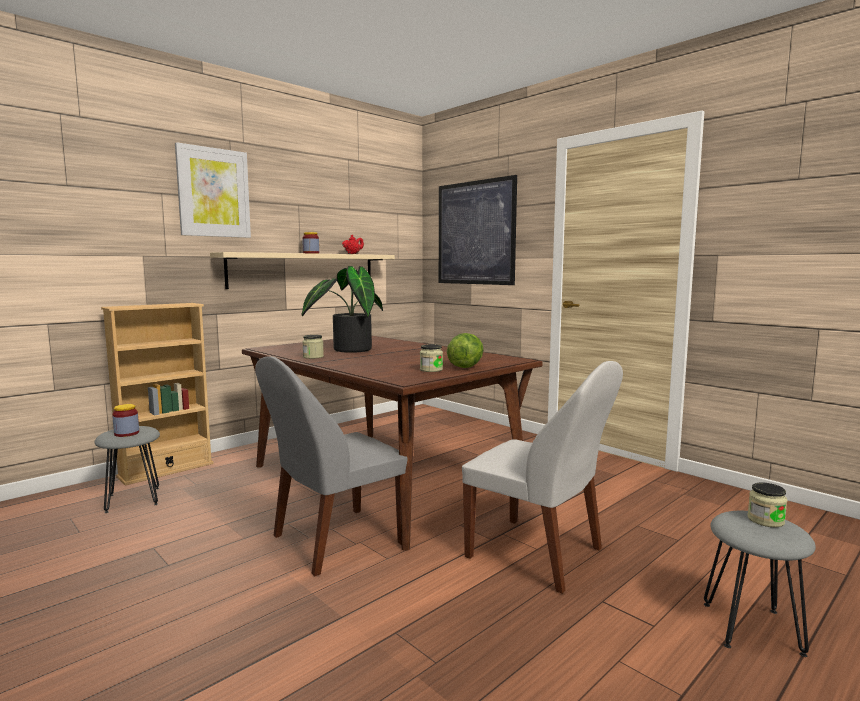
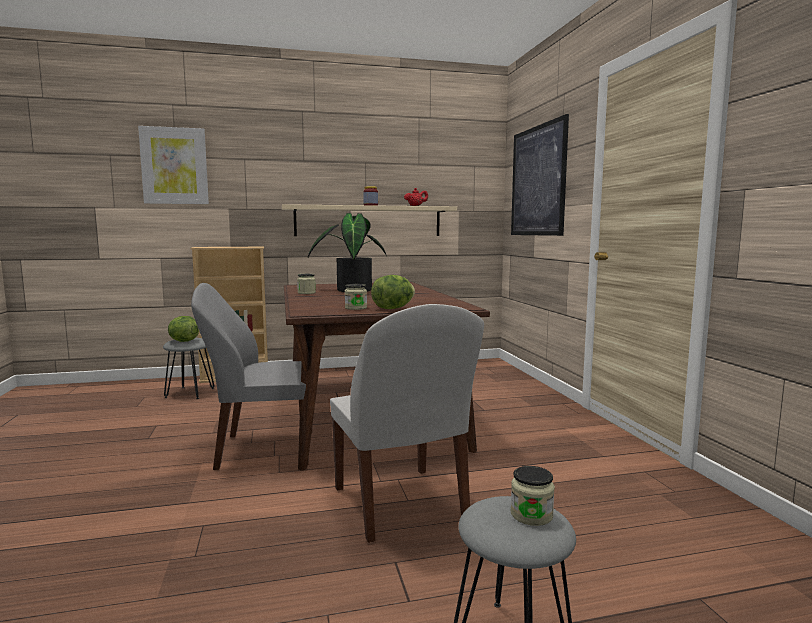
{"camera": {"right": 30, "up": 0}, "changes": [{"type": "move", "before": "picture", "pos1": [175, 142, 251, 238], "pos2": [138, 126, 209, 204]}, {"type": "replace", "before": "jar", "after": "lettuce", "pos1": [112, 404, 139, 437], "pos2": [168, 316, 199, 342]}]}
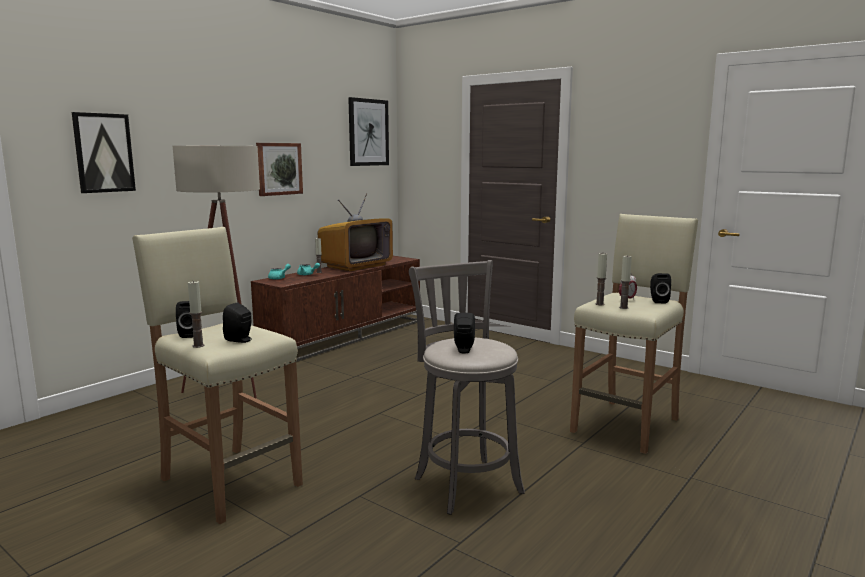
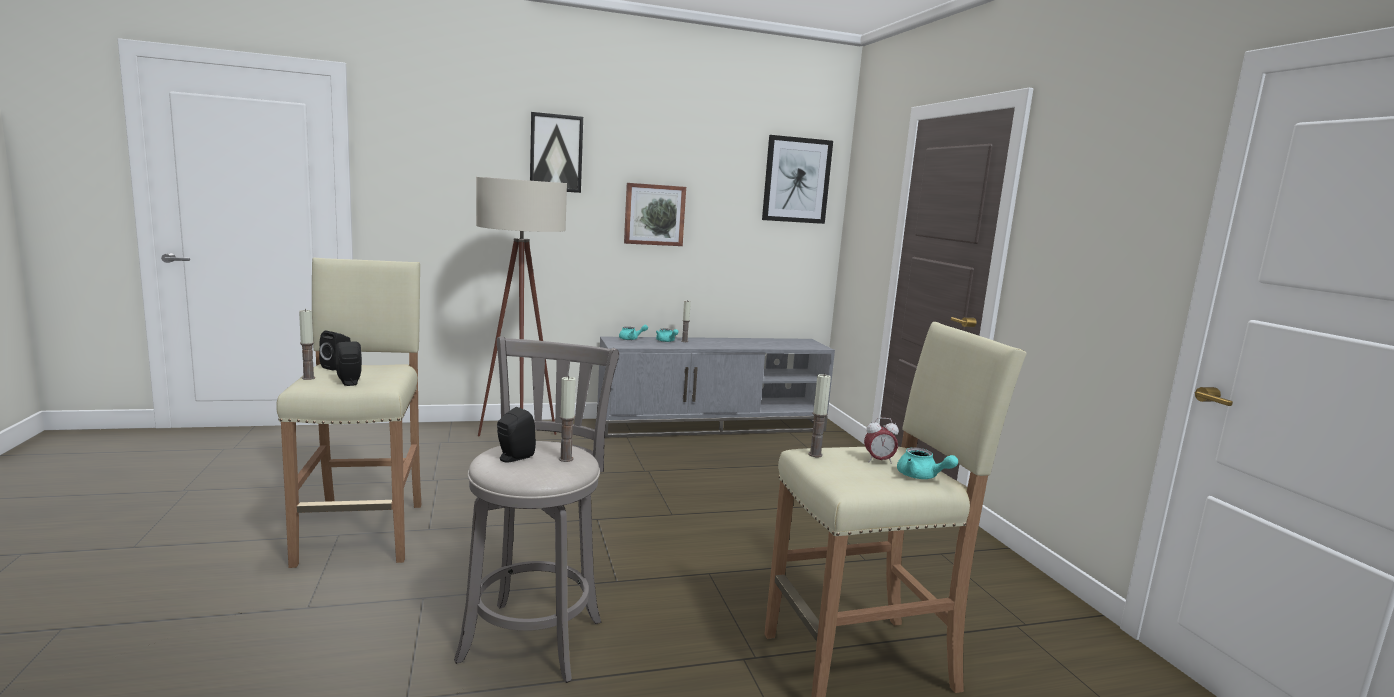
{"camera": {"right": 35, "up": 0}, "changes": [{"type": "move", "before": "picture", "pos1": [72, 112, 136, 193], "pos2": [530, 112, 583, 193]}, {"type": "delete", "before": "television", "pos1": [318, 193, 393, 271]}, {"type": "move", "before": "candle", "pos1": [619, 255, 632, 309], "pos2": [559, 376, 576, 462]}, {"type": "recolor", "before": "brown tv stand", "after": "grey tv stand", "pos1": [251, 256, 420, 361], "pos2": [597, 336, 835, 438]}, {"type": "replace", "before": "black speaker", "after": "turquoise teapot", "pos1": [650, 273, 671, 303], "pos2": [897, 448, 958, 479]}]}
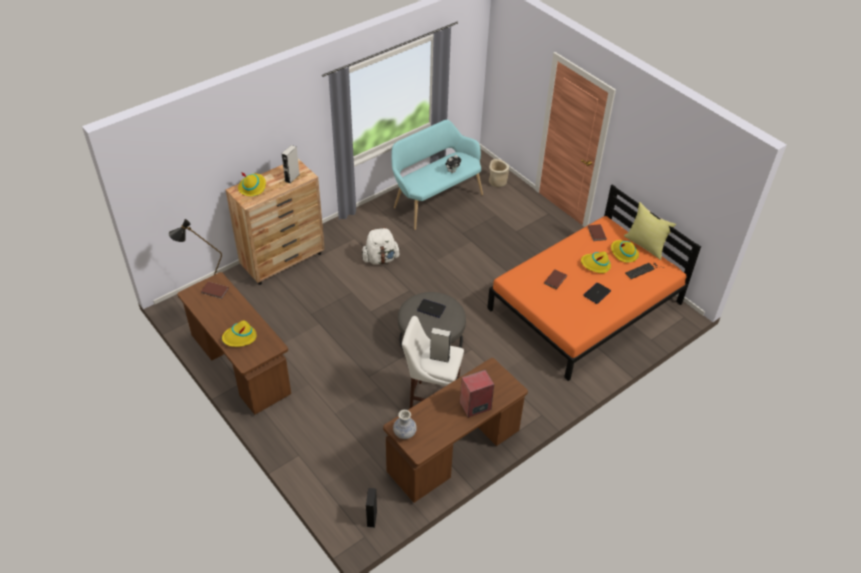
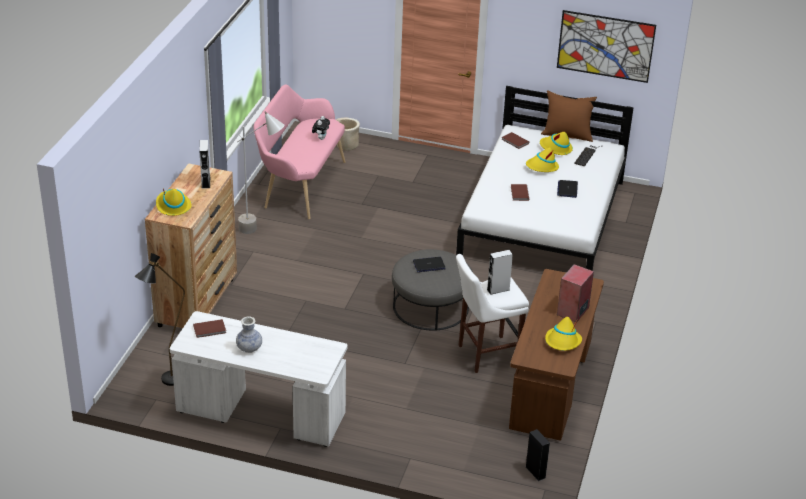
{"camera": {"right": -35, "up": -10}, "changes": [{"type": "recolor", "before": "turquoise bench", "after": "pink bench", "pos1": [391, 120, 483, 230], "pos2": [254, 85, 345, 219]}, {"type": "recolor", "before": "orange bed", "after": "white bed", "pos1": [487, 184, 701, 381], "pos2": [456, 86, 634, 271]}, {"type": "recolor", "before": "yellow pillow", "after": "brown pillow", "pos1": [624, 202, 676, 260], "pos2": [541, 90, 597, 142]}, {"type": "delete", "before": "white backpack", "pos1": [362, 227, 400, 265]}, {"type": "recolor", "before": "brown desk", "after": "white desk", "pos1": [177, 272, 291, 415], "pos2": [170, 311, 347, 447]}, {"type": "move", "before": "yellow hat", "pos1": [222, 320, 257, 347], "pos2": [545, 317, 582, 351]}, {"type": "move", "before": "vase", "pos1": [393, 410, 417, 439], "pos2": [236, 316, 262, 353]}, {"type": "insert", "after": "picture", "pos2": [557, 10, 656, 83]}, {"type": "insert", "after": "grey floor lamp", "pos2": [237, 112, 284, 234]}]}
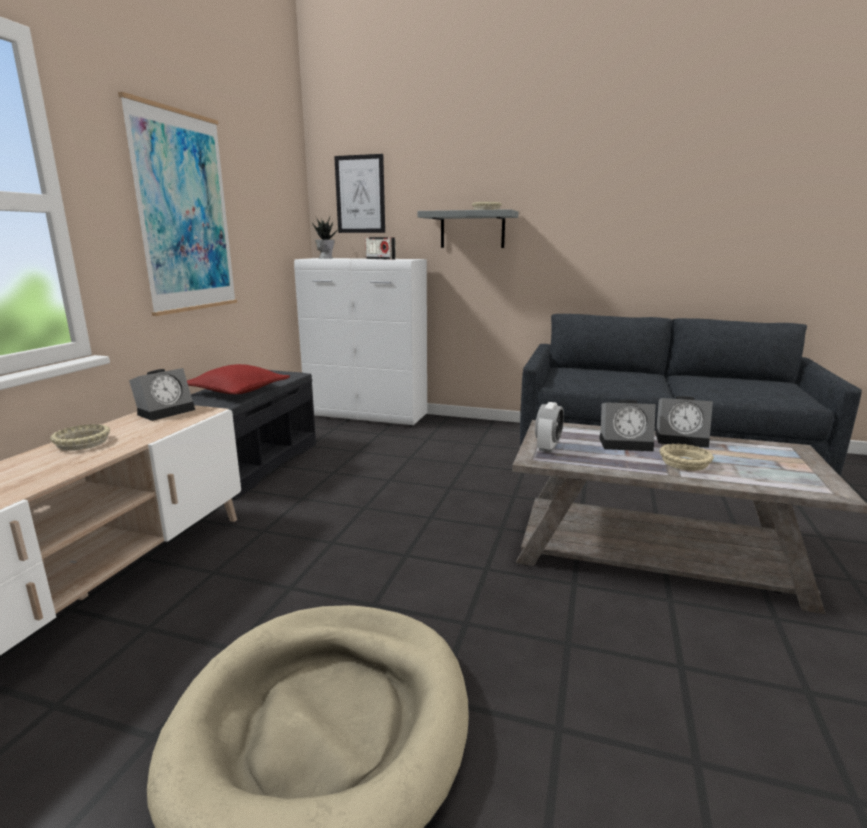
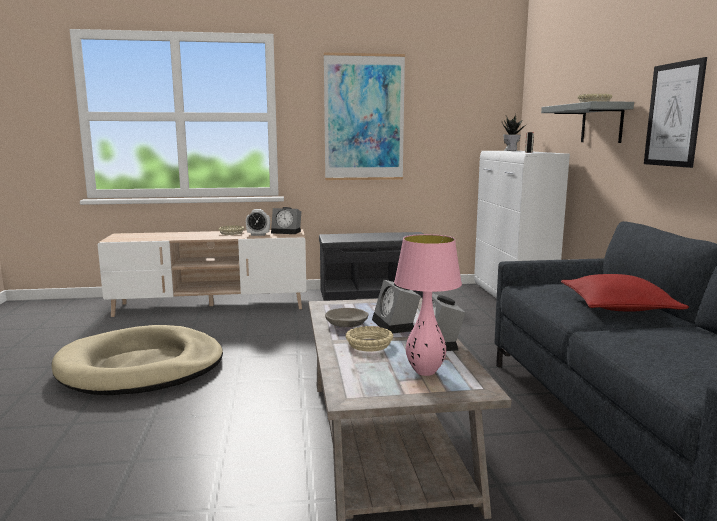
{"camera": {"right": 65, "up": -5}, "changes": [{"type": "move", "before": "picture", "pos1": [334, 154, 385, 233], "pos2": [644, 57, 707, 168]}, {"type": "move", "before": "red pillow", "pos1": [187, 364, 290, 394], "pos2": [561, 274, 689, 312]}, {"type": "move", "before": "alarm clock", "pos1": [535, 402, 564, 453], "pos2": [246, 209, 270, 236]}, {"type": "insert", "after": "pink table lamp", "pos2": [394, 234, 462, 376]}, {"type": "insert", "after": "grey bowl", "pos2": [325, 308, 368, 327]}]}
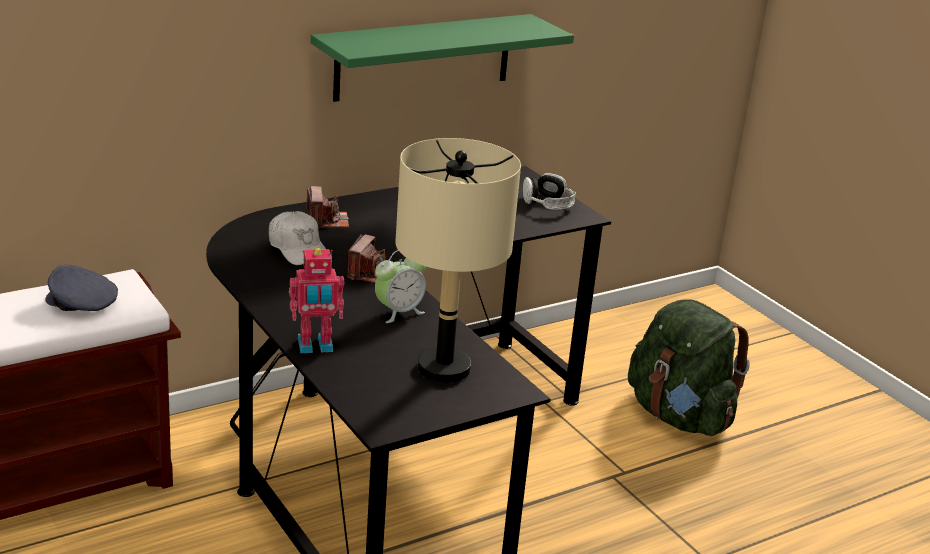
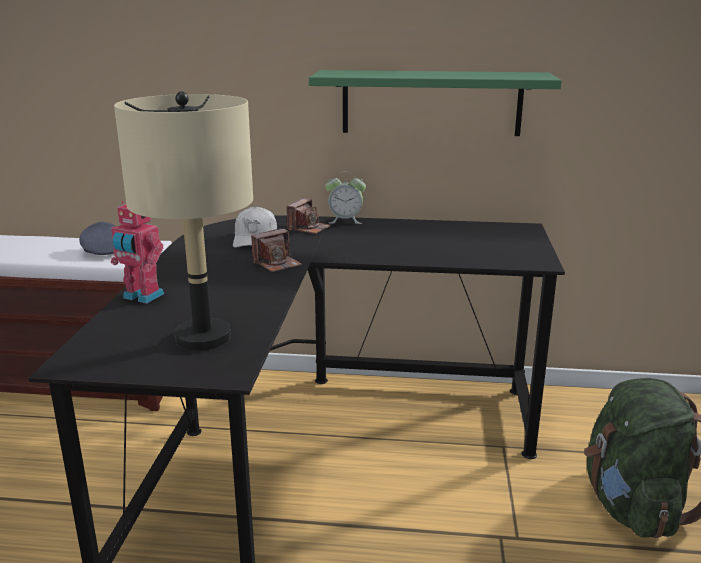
{"camera": {"right": 40, "up": -5}, "changes": [{"type": "delete", "before": "headphones", "pos1": [522, 173, 576, 210]}, {"type": "move", "before": "alarm clock", "pos1": [375, 250, 426, 323], "pos2": [325, 172, 366, 224]}]}
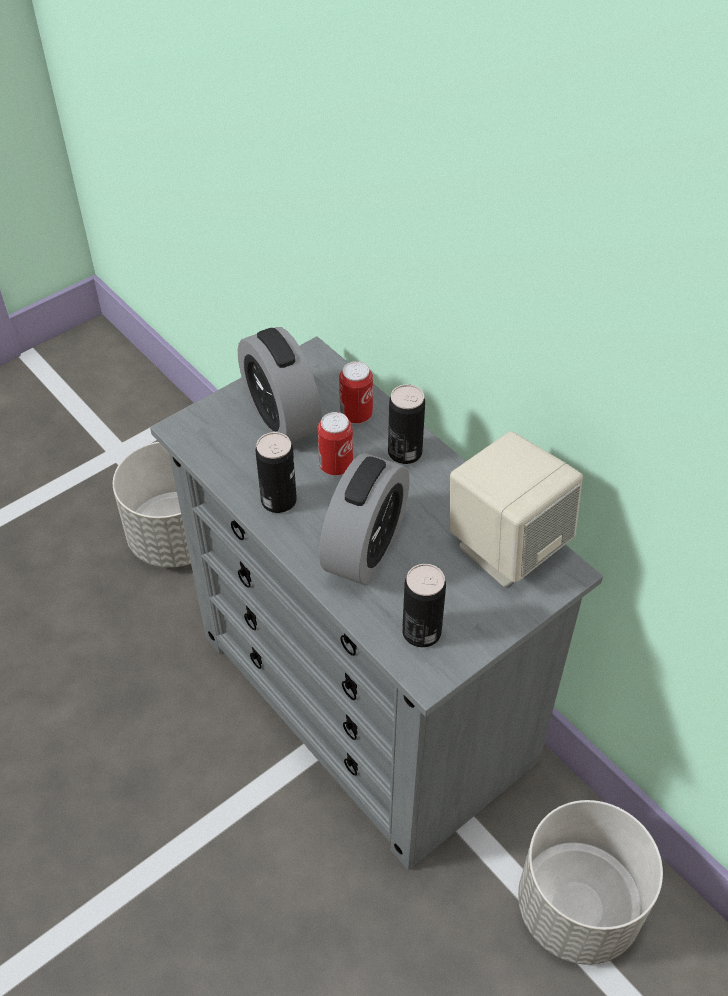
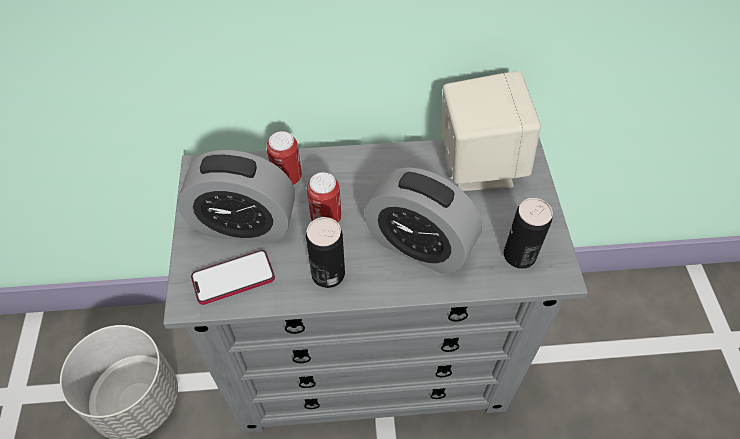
{"camera": {"right": -55, "up": 5}, "changes": [{"type": "delete", "before": "can", "pos1": [388, 384, 425, 464]}, {"type": "rotate", "before": "alarm clock", "pos1": [319, 453, 410, 585], "pos2": [364, 167, 482, 273], "turn": 150}, {"type": "delete", "before": "grey planter", "pos1": [518, 800, 663, 965]}, {"type": "insert", "after": "phone", "pos2": [191, 250, 275, 305]}]}
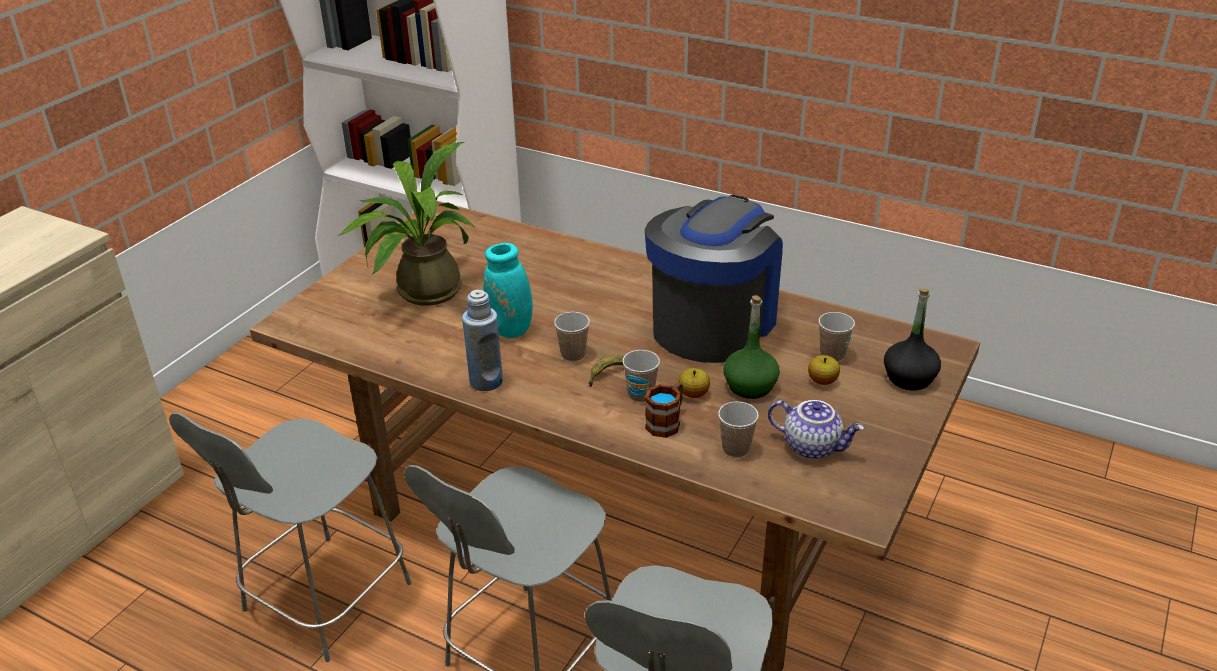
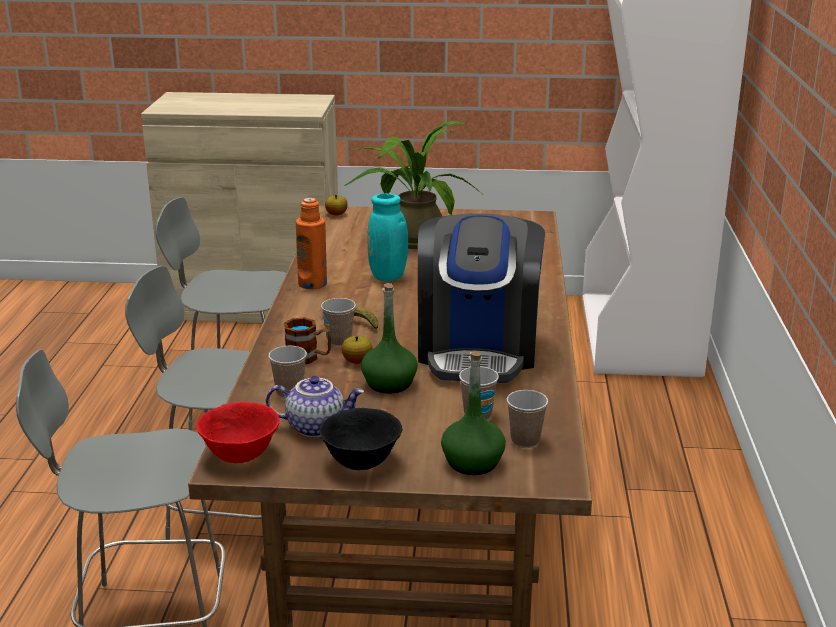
{"camera": {"right": 65, "up": -10}, "changes": [{"type": "rotate", "before": "coffee machine", "pos1": [645, 195, 783, 363], "pos2": [418, 213, 545, 383], "turn": 90}, {"type": "recolor", "before": "black bottle", "after": "green bottle", "pos1": [884, 288, 941, 390], "pos2": [441, 352, 506, 475]}, {"type": "recolor", "before": "blue bottle", "after": "orange bottle", "pos1": [462, 289, 503, 391], "pos2": [296, 198, 327, 290]}, {"type": "move", "before": "cup", "pos1": [554, 312, 590, 362], "pos2": [507, 390, 548, 448]}, {"type": "move", "before": "apple", "pos1": [808, 355, 840, 385], "pos2": [325, 195, 348, 216]}, {"type": "rotate", "before": "teapot", "pos1": [768, 400, 864, 459], "pos2": [266, 376, 364, 438], "turn": -90}, {"type": "insert", "after": "red bowl", "pos2": [196, 402, 280, 463]}, {"type": "insert", "after": "black bowl", "pos2": [319, 408, 403, 470]}]}
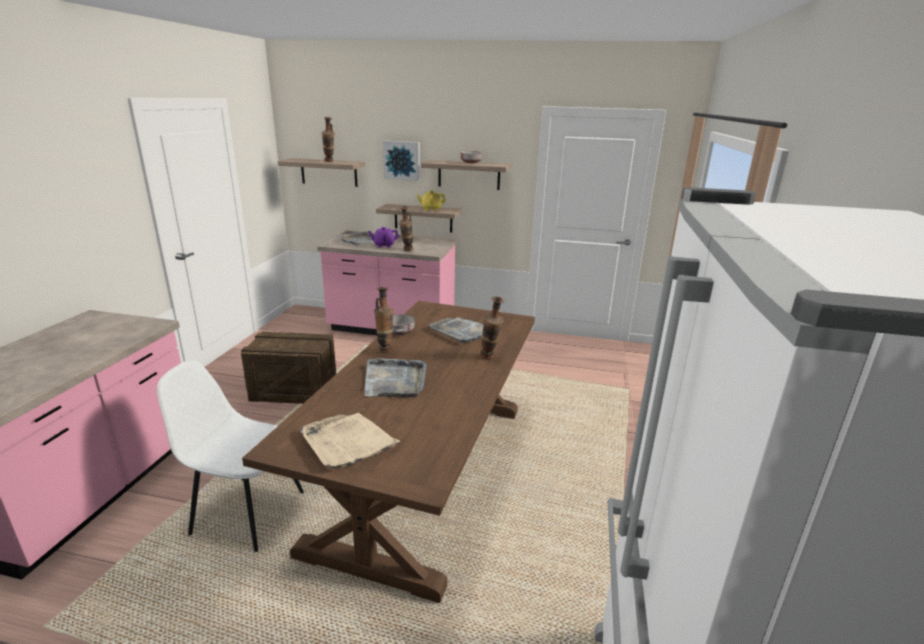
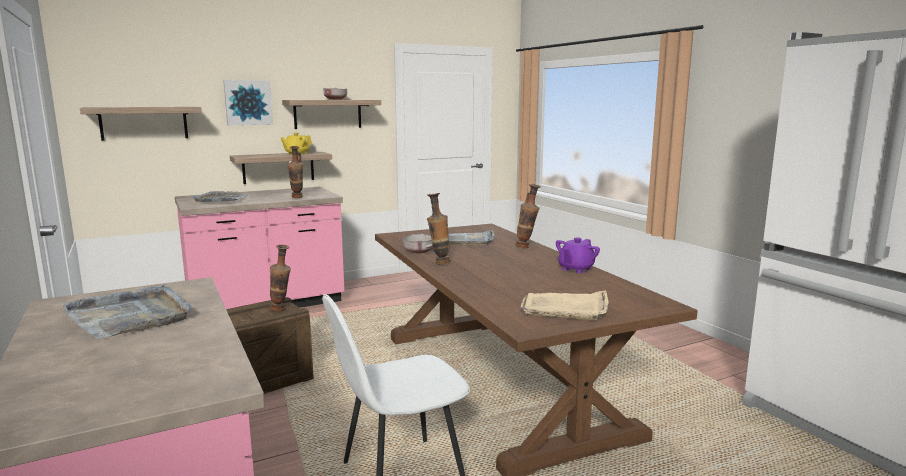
{"camera": {"right": -40, "up": -10}, "changes": [{"type": "move", "before": "vase", "pos1": [322, 117, 335, 162], "pos2": [270, 245, 291, 311]}, {"type": "move", "before": "purple teapot", "pos1": [368, 227, 399, 248], "pos2": [556, 237, 600, 273]}, {"type": "move", "before": "grey tray", "pos1": [365, 358, 427, 398], "pos2": [62, 284, 192, 339]}]}
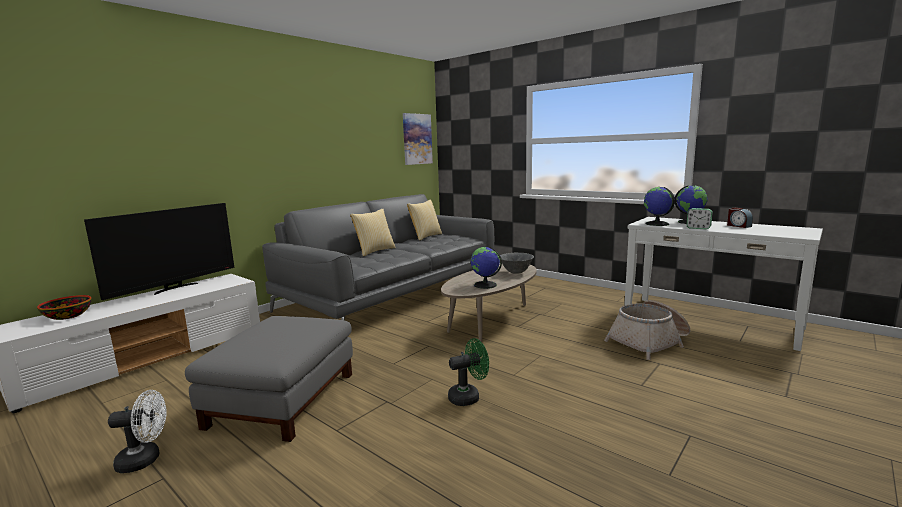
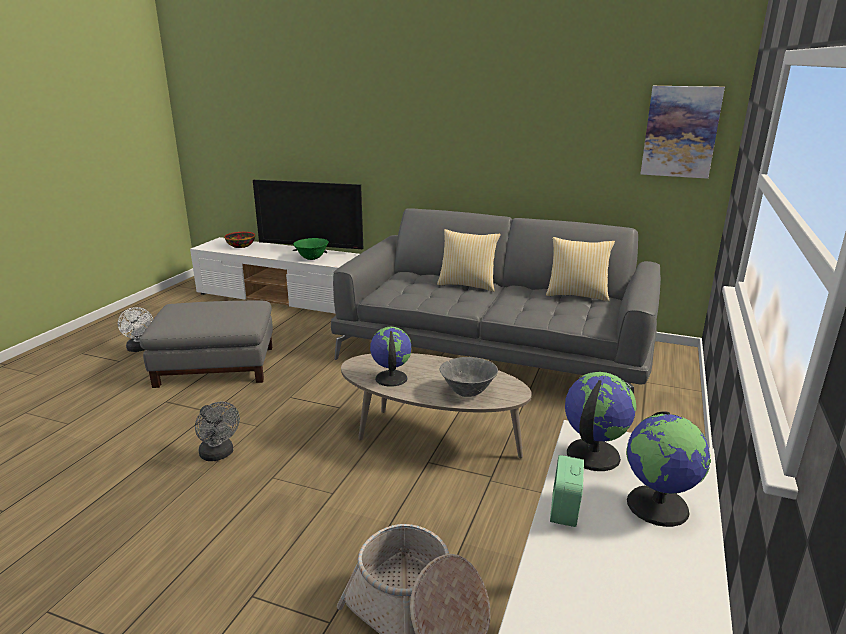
{"camera": {"right": 70, "up": 10}, "changes": [{"type": "delete", "before": "alarm clock", "pos1": [727, 208, 753, 228]}, {"type": "recolor", "before": "green fan", "after": "grey fan", "pos1": [448, 338, 489, 406], "pos2": [195, 401, 240, 461]}, {"type": "insert", "after": "green bowl", "pos2": [293, 238, 329, 260]}]}
